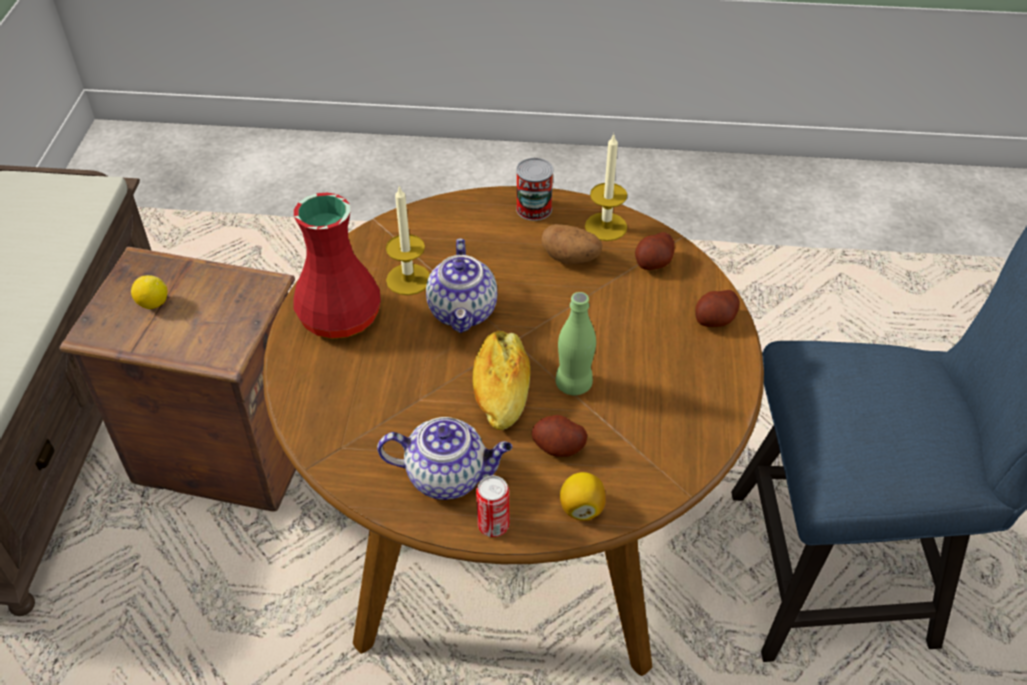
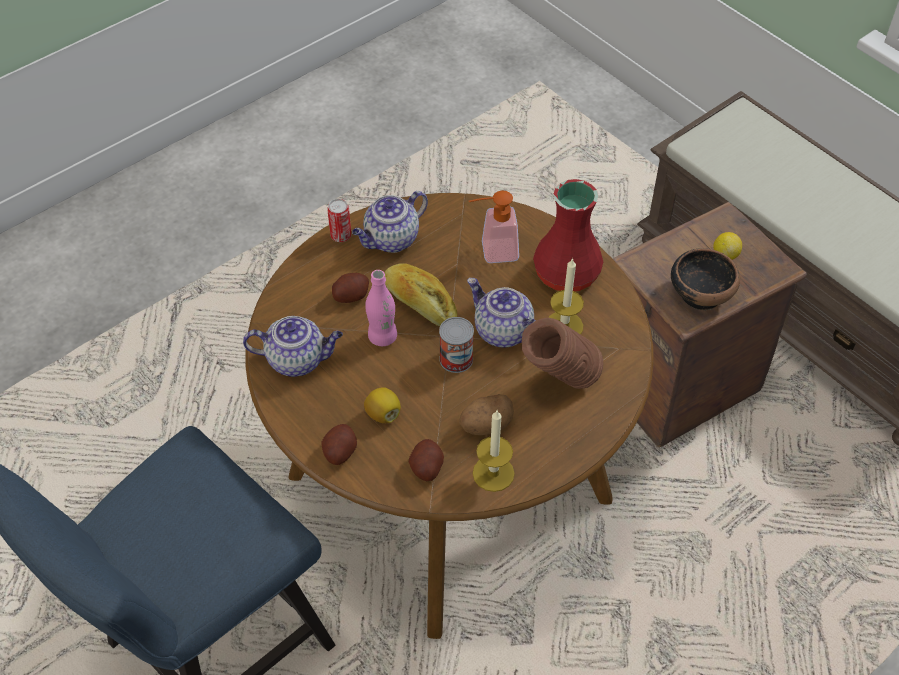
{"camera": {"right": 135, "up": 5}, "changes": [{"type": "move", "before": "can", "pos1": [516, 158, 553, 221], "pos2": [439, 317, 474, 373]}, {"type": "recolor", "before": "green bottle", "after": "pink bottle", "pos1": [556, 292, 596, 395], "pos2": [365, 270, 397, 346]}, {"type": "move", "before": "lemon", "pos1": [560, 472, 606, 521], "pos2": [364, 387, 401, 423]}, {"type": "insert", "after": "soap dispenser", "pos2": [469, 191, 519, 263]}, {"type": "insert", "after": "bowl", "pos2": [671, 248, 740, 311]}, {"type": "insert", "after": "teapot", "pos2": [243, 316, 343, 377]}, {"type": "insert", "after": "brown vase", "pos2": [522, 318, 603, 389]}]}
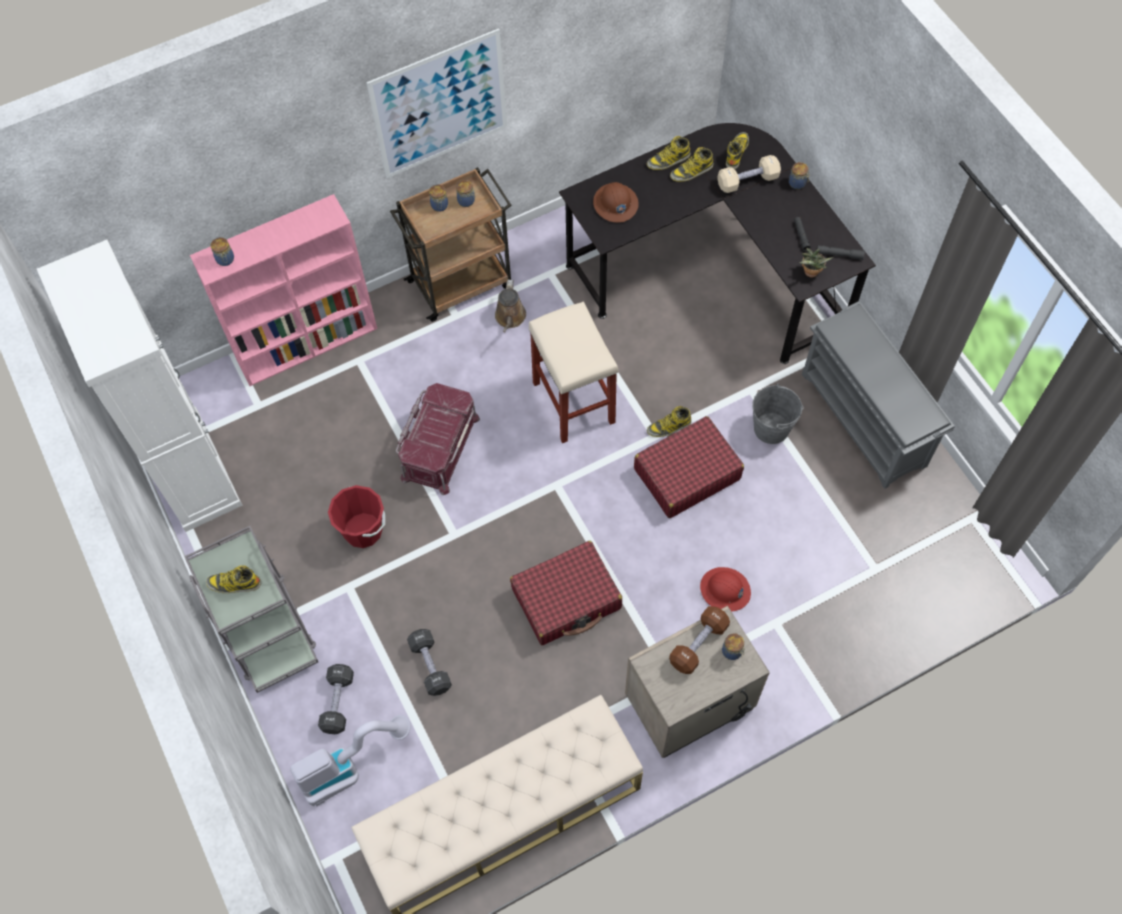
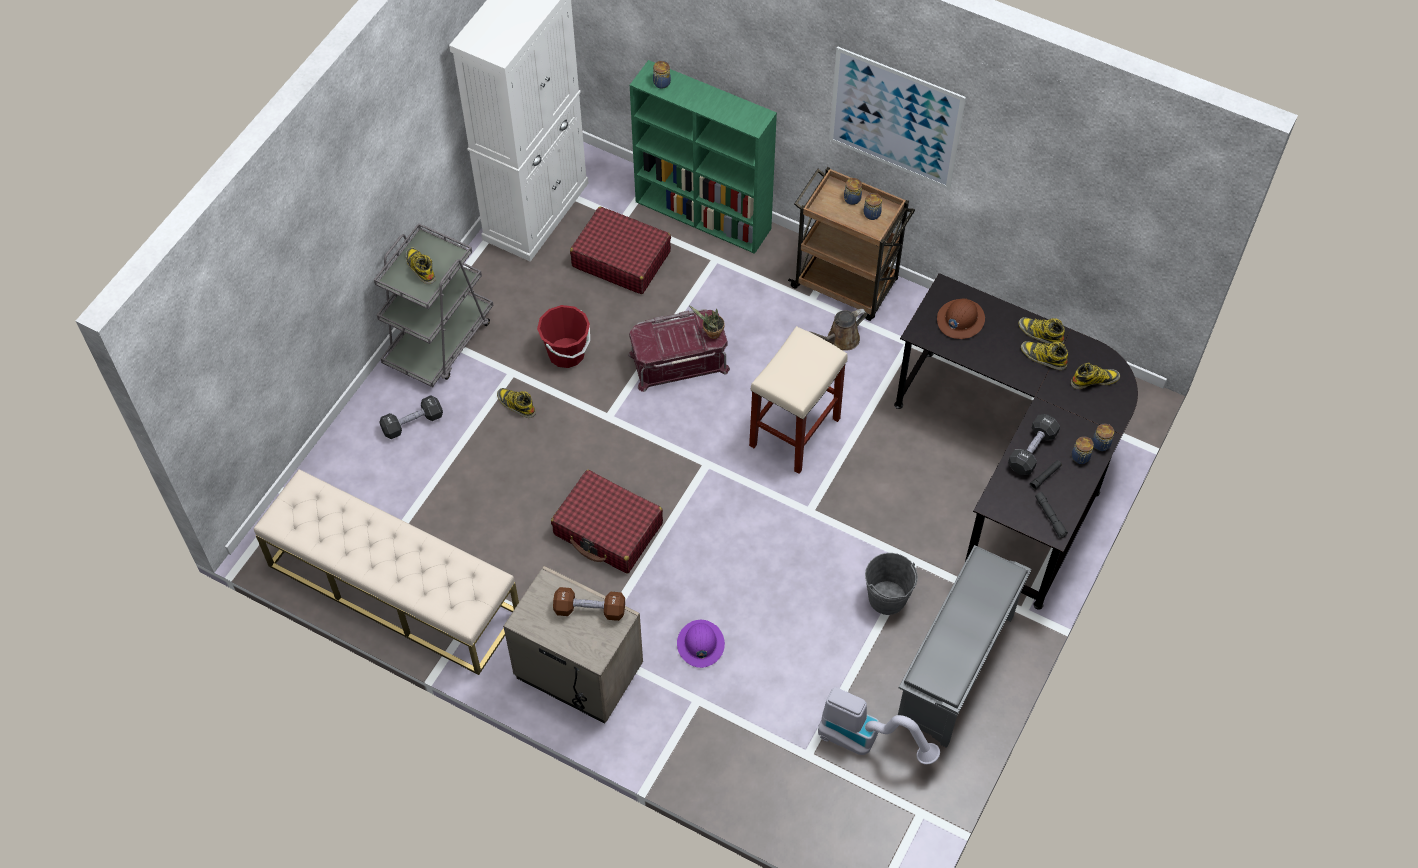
{"camera": {"right": 55, "up": -5}, "changes": [{"type": "delete", "before": "beige dumbbell", "pos1": [717, 155, 781, 193]}, {"type": "recolor", "before": "pink bookcase", "after": "green bookcase", "pos1": [190, 194, 377, 386], "pos2": [630, 60, 777, 254]}, {"type": "move", "before": "potted plant", "pos1": [799, 248, 833, 277], "pos2": [689, 305, 724, 339]}, {"type": "move", "before": "boot", "pos1": [647, 406, 691, 437], "pos2": [497, 388, 536, 418]}, {"type": "move", "before": "red suitcase", "pos1": [634, 416, 744, 518], "pos2": [570, 207, 671, 294]}, {"type": "recolor", "before": "red hard hat", "after": "purple hard hat", "pos1": [700, 567, 751, 612], "pos2": [677, 620, 725, 668]}, {"type": "move", "before": "black dumbbell", "pos1": [407, 629, 452, 696], "pos2": [1008, 414, 1060, 475]}, {"type": "move", "before": "jar", "pos1": [722, 633, 745, 660], "pos2": [1071, 436, 1094, 464]}, {"type": "move", "before": "vacuum cleaner", "pos1": [290, 715, 411, 806], "pos2": [818, 687, 940, 765]}]}
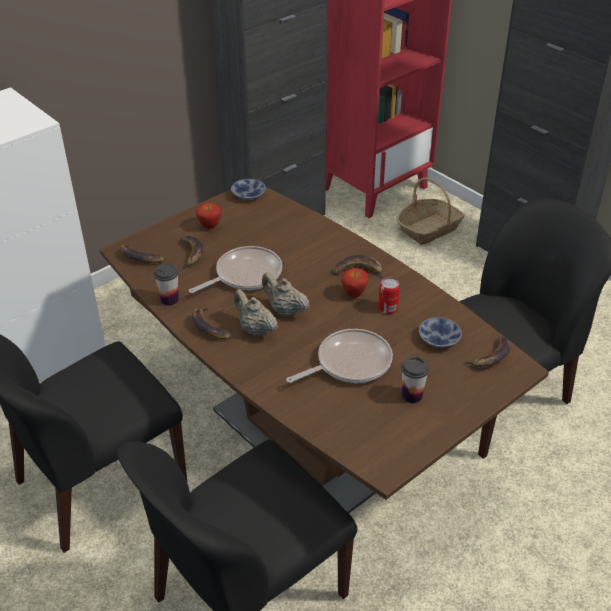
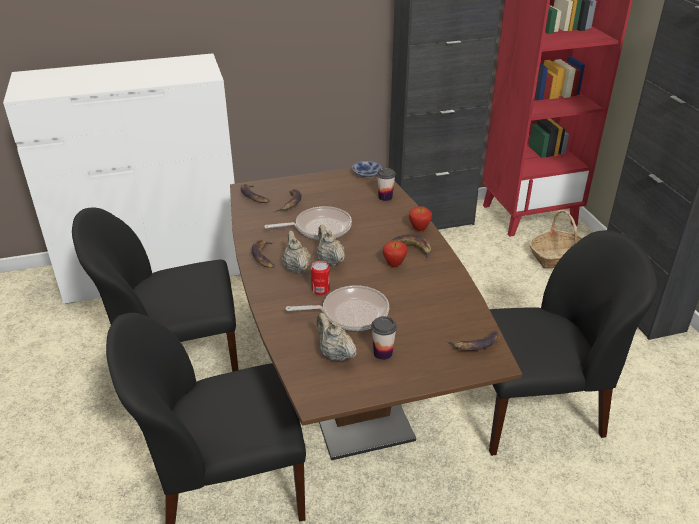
{"camera": {"right": 25, "up": -5}, "changes": [{"type": "move", "before": "apple", "pos1": [196, 202, 222, 229], "pos2": [409, 206, 432, 231]}, {"type": "move", "before": "cup", "pos1": [154, 264, 179, 306], "pos2": [377, 168, 396, 201]}, {"type": "move", "before": "can", "pos1": [378, 277, 400, 314], "pos2": [311, 261, 330, 295]}, {"type": "delete", "before": "bowl", "pos1": [419, 317, 462, 348]}, {"type": "insert", "after": "beige teapot", "pos2": [317, 313, 357, 361]}]}
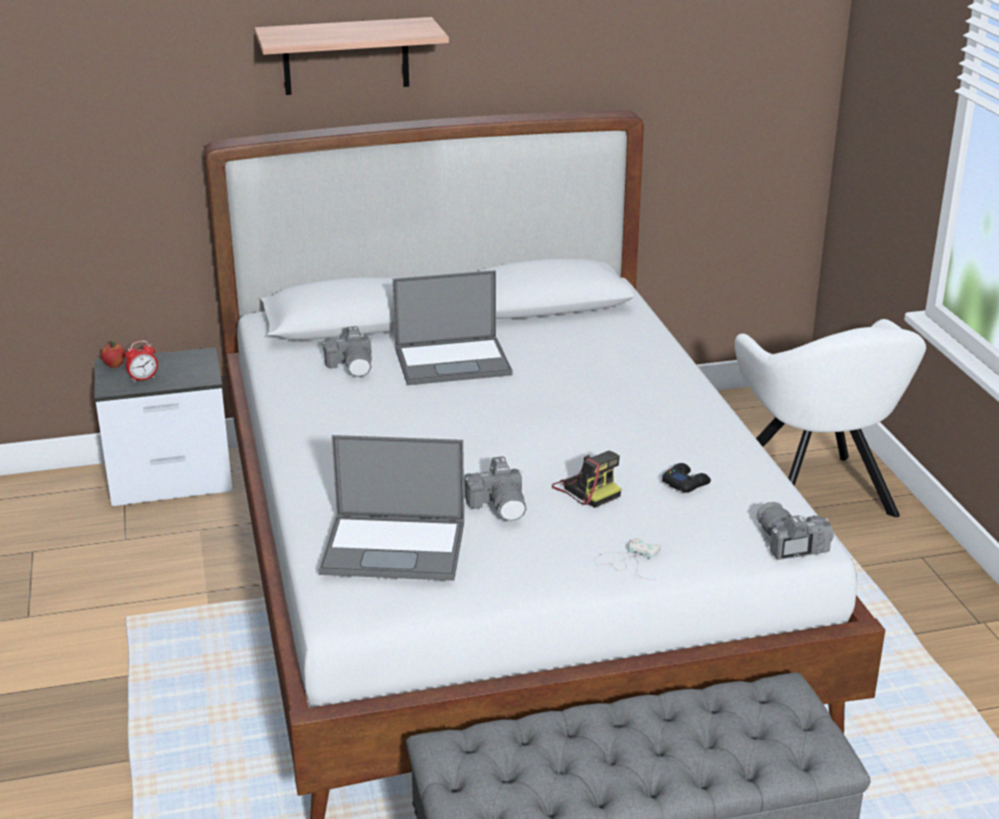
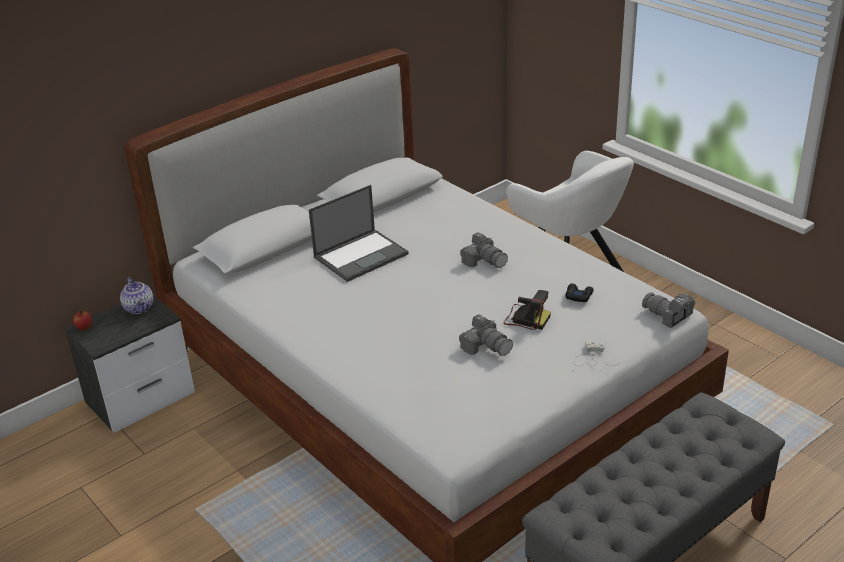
{"camera": {"right": -25, "up": 5}, "changes": [{"type": "delete", "before": "shelf", "pos1": [254, 17, 449, 95]}, {"type": "move", "before": "photo camera", "pos1": [322, 326, 372, 377], "pos2": [460, 232, 508, 268]}, {"type": "delete", "before": "alarm clock", "pos1": [125, 341, 158, 383]}, {"type": "delete", "before": "laptop", "pos1": [319, 435, 464, 581]}, {"type": "insert", "after": "teapot", "pos2": [120, 277, 154, 314]}]}
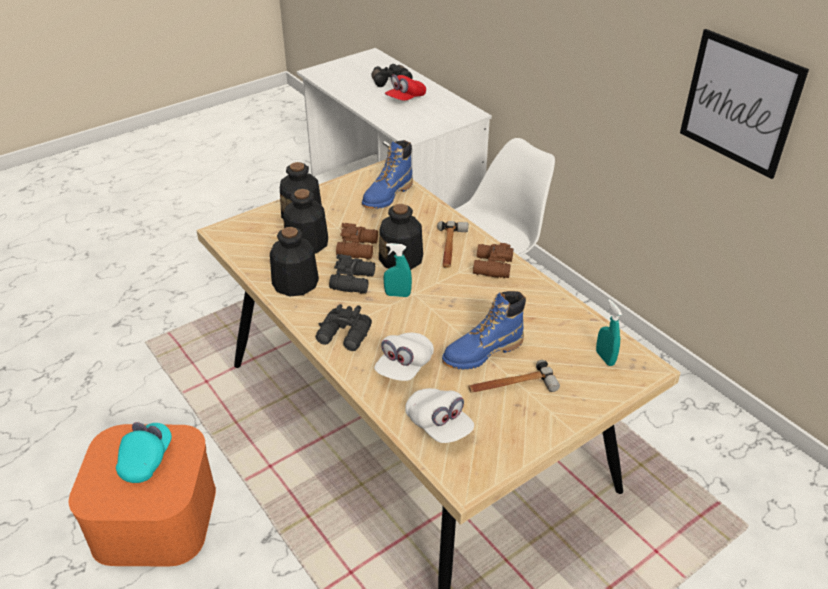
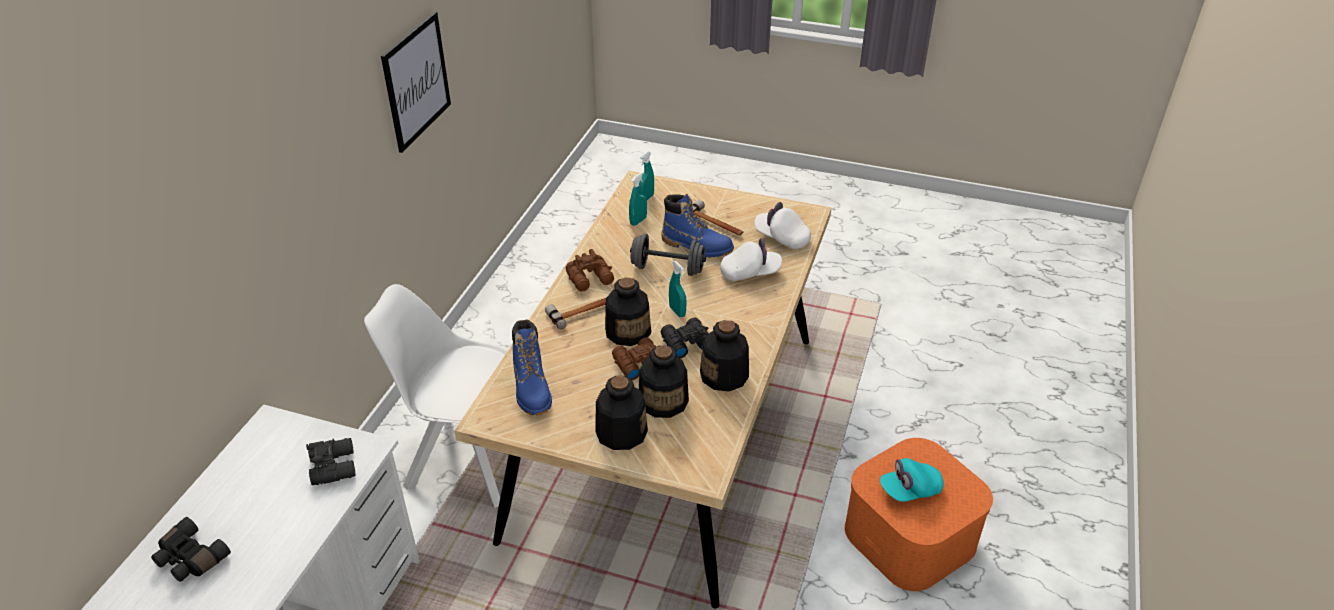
{"camera": {"right": -125, "up": 0}, "changes": [{"type": "delete", "before": "red cap", "pos1": [385, 74, 426, 101]}, {"type": "rotate", "before": "blue boot", "pos1": [362, 140, 413, 209], "pos2": [512, 320, 552, 416], "turn": 75}, {"type": "move", "before": "black binoculars", "pos1": [316, 304, 372, 351], "pos2": [306, 438, 356, 485]}, {"type": "rotate", "before": "white cap", "pos1": [405, 388, 474, 443], "pos2": [755, 202, 811, 249], "turn": -75}, {"type": "insert", "after": "turquoise spray bottle", "pos2": [629, 172, 647, 226]}, {"type": "insert", "after": "grey dumbbell", "pos2": [630, 234, 706, 276]}]}
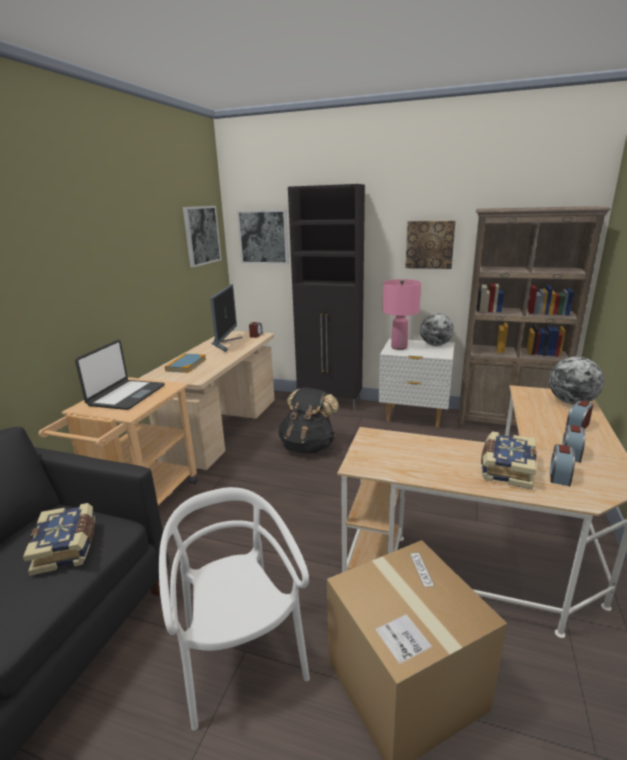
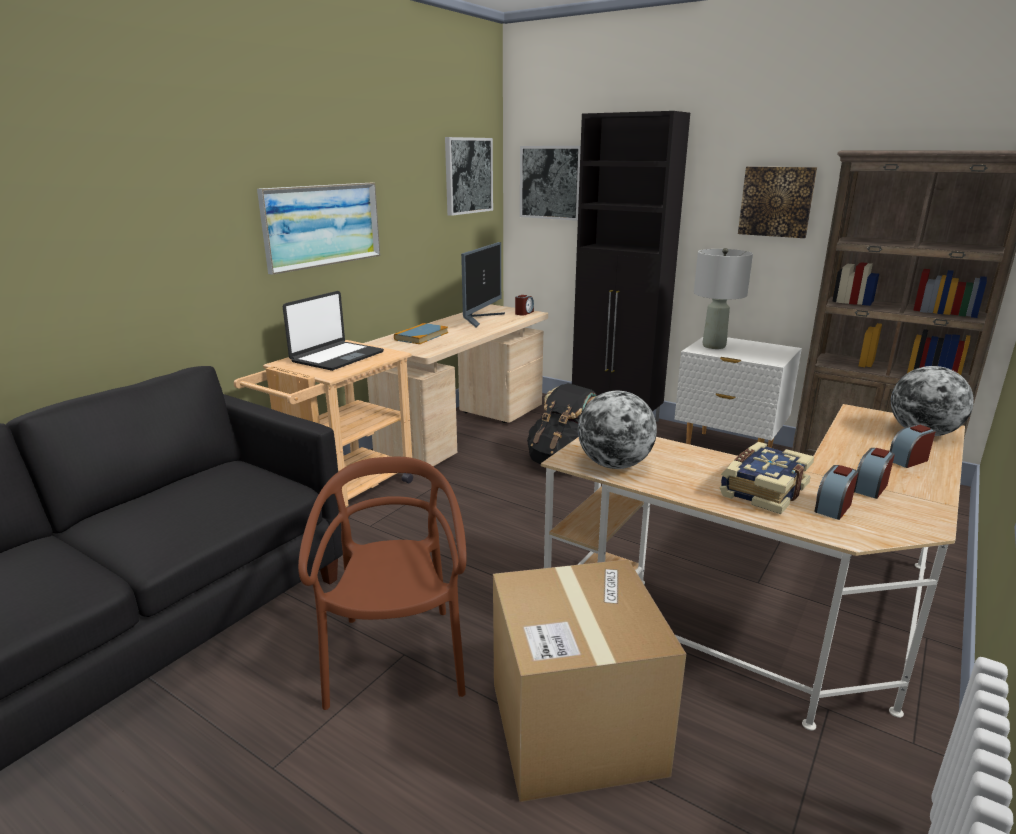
{"camera": {"right": 15, "up": 0}, "changes": [{"type": "recolor", "before": "pink table lamp", "after": "grey table lamp", "pos1": [383, 279, 421, 350], "pos2": [694, 248, 753, 349]}, {"type": "move", "before": "globe", "pos1": [420, 313, 454, 346], "pos2": [578, 391, 657, 469]}, {"type": "recolor", "before": "white chair", "after": "brown chair", "pos1": [159, 487, 310, 731], "pos2": [298, 457, 467, 710]}, {"type": "delete", "before": "book", "pos1": [23, 503, 95, 576]}, {"type": "insert", "after": "picture", "pos2": [257, 183, 380, 275]}]}
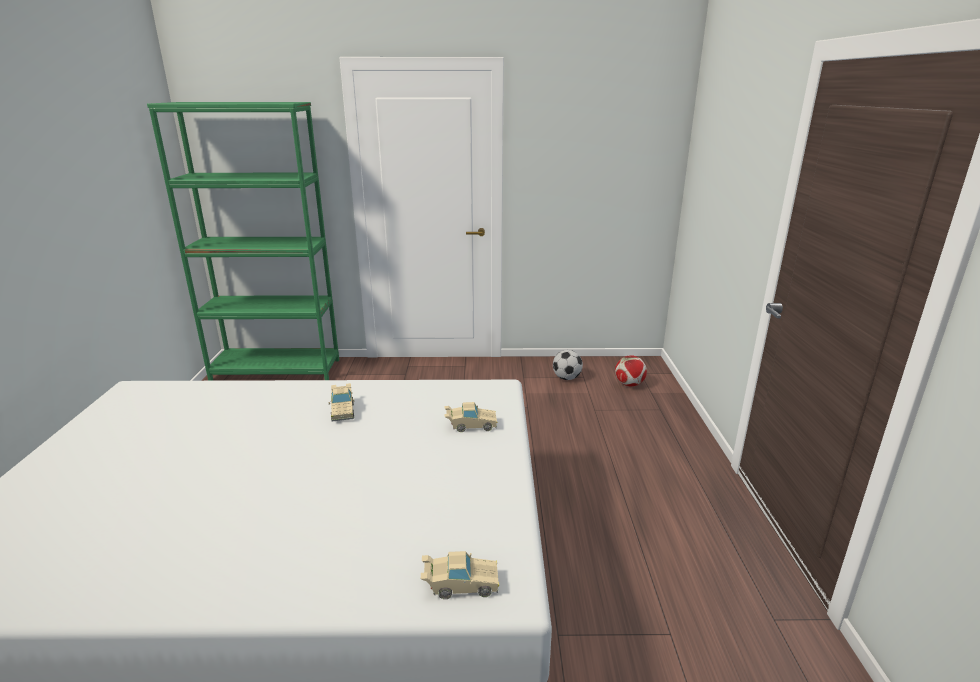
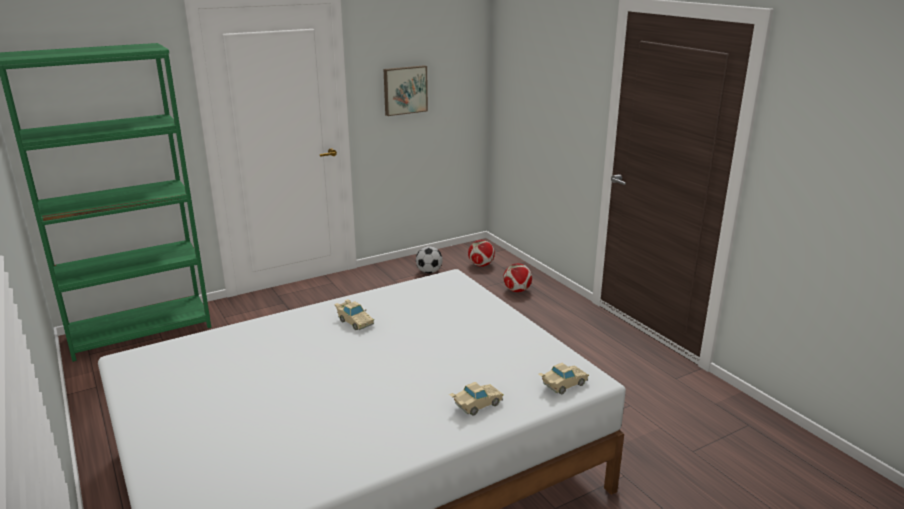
{"camera": {"right": -30, "up": 0}, "changes": [{"type": "move", "before": "beige toy car", "pos1": [445, 402, 497, 432], "pos2": [449, 382, 504, 416]}, {"type": "insert", "after": "picture", "pos2": [384, 65, 428, 116]}, {"type": "insert", "after": "football", "pos2": [503, 263, 532, 292]}]}
